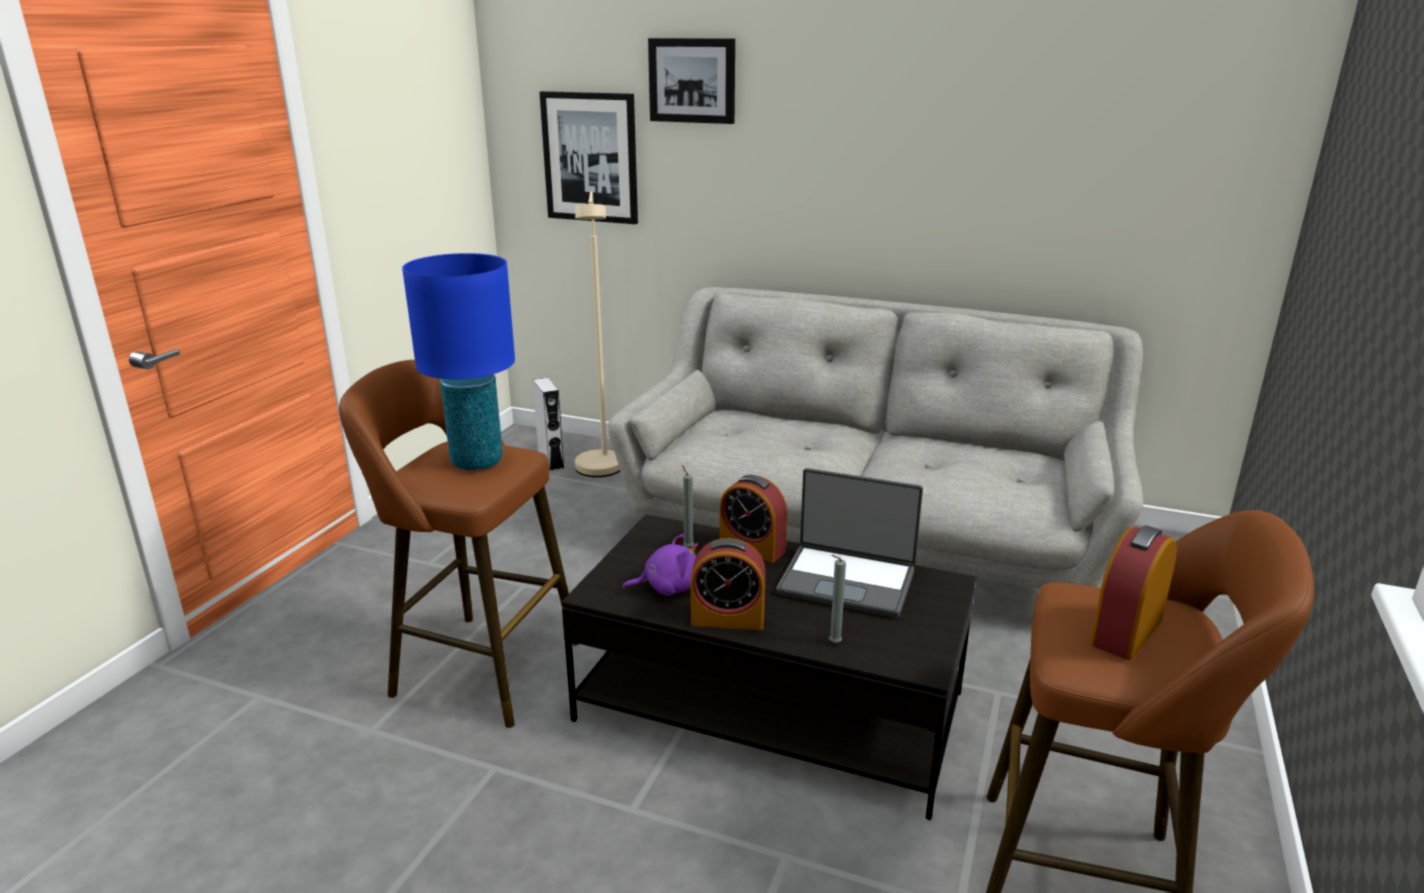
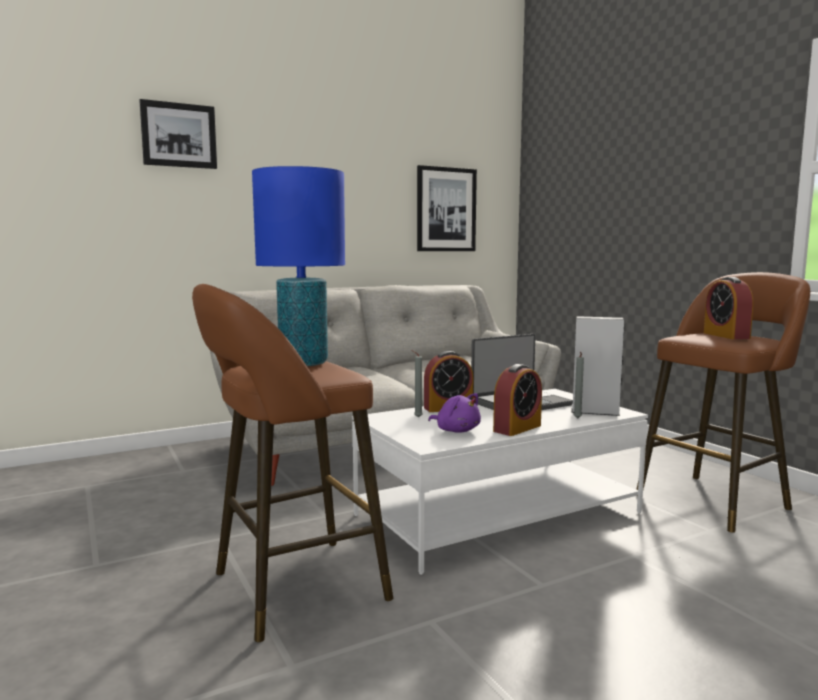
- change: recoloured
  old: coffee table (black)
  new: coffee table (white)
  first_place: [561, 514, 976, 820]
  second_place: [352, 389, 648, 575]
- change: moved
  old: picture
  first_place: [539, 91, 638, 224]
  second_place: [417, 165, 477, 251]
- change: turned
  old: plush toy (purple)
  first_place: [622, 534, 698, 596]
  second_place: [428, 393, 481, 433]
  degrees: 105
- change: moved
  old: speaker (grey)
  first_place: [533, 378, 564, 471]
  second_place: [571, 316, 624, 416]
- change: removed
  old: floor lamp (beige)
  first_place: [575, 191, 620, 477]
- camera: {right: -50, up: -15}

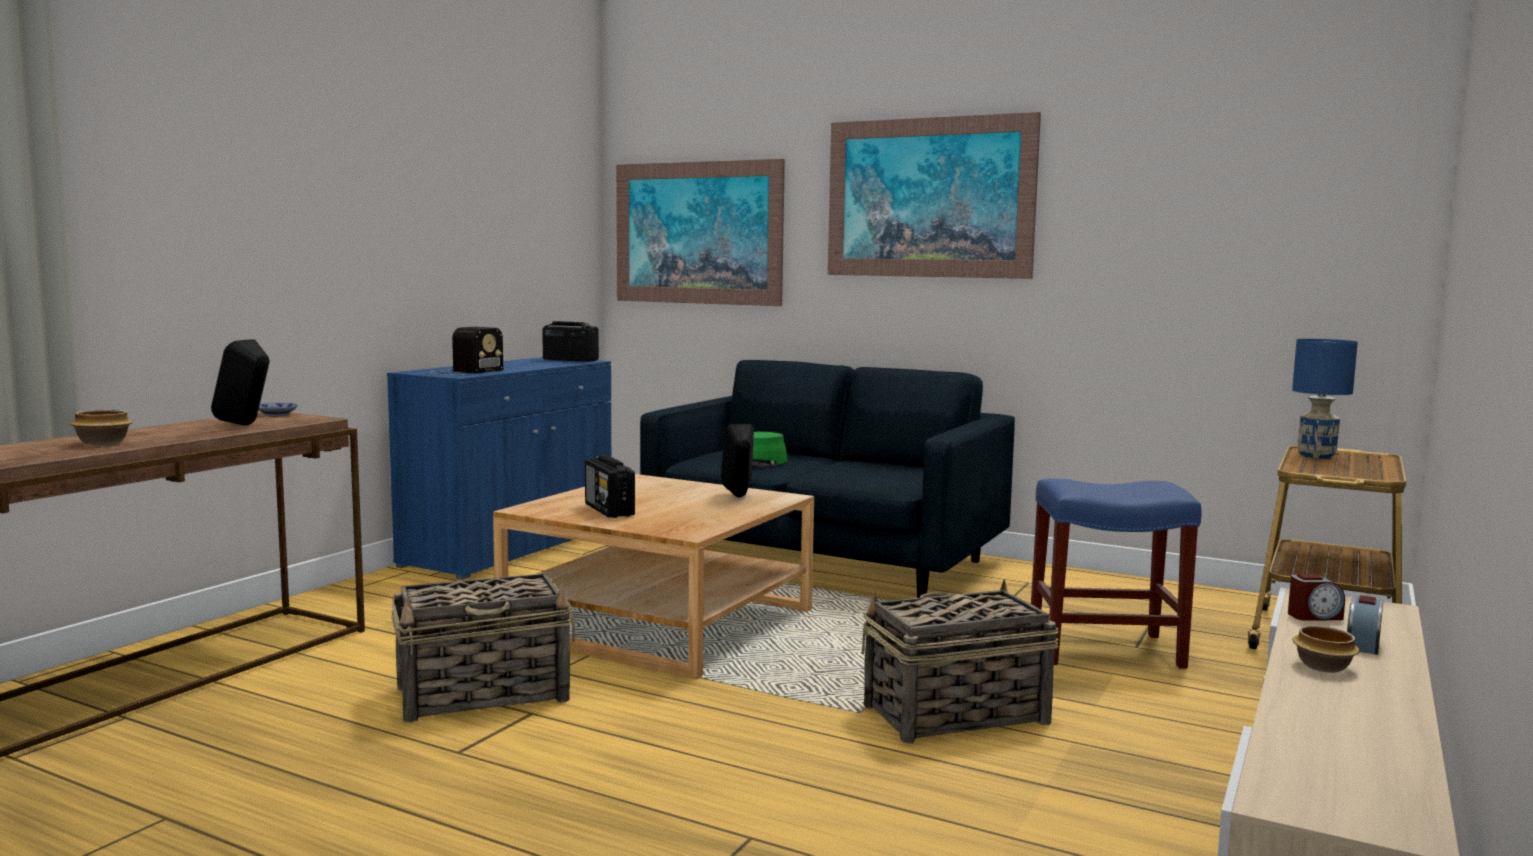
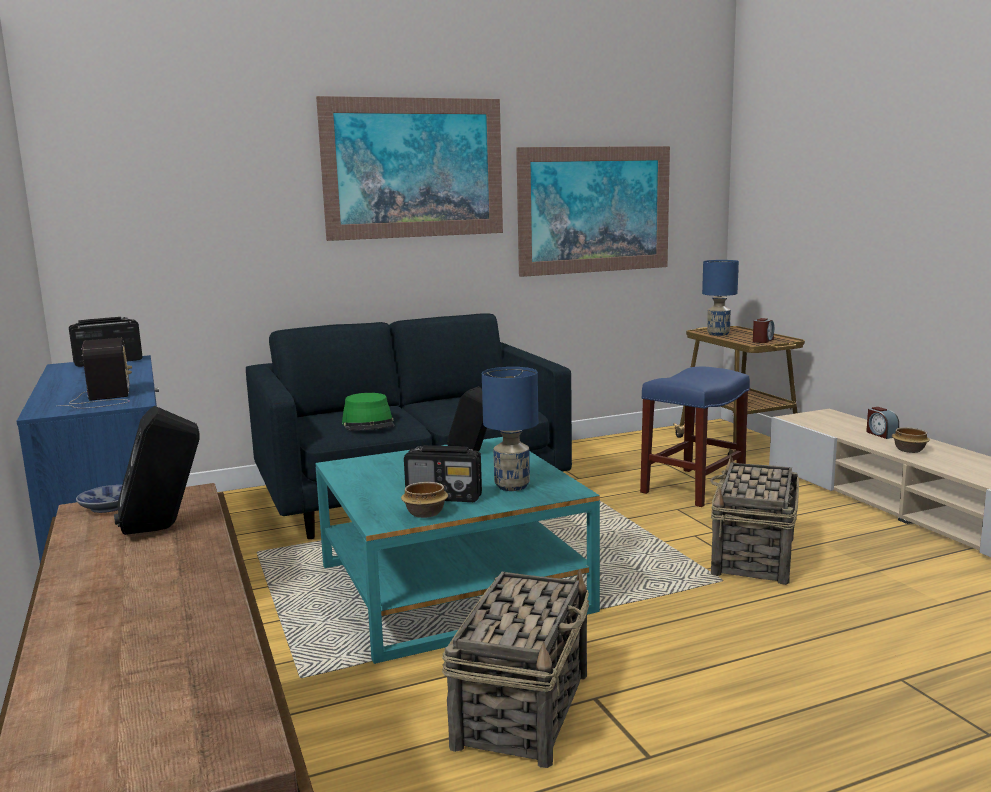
- change: recoloured
  old: coffee table (beige)
  new: coffee table (turquoise)
  first_place: [493, 474, 814, 680]
  second_place: [316, 437, 600, 664]
- change: moved
  old: bowl
  first_place: [70, 410, 133, 445]
  second_place: [401, 482, 448, 518]
- change: added
  new: table lamp (blue)
  second_place: [482, 367, 538, 491]
- change: moved
  old: picture
  first_place: [616, 159, 785, 306]
  second_place: [516, 146, 670, 277]
- change: moved
  old: alarm clock
  first_place: [1288, 574, 1345, 621]
  second_place: [753, 318, 774, 343]
- camera: {right: -50, up: 5}

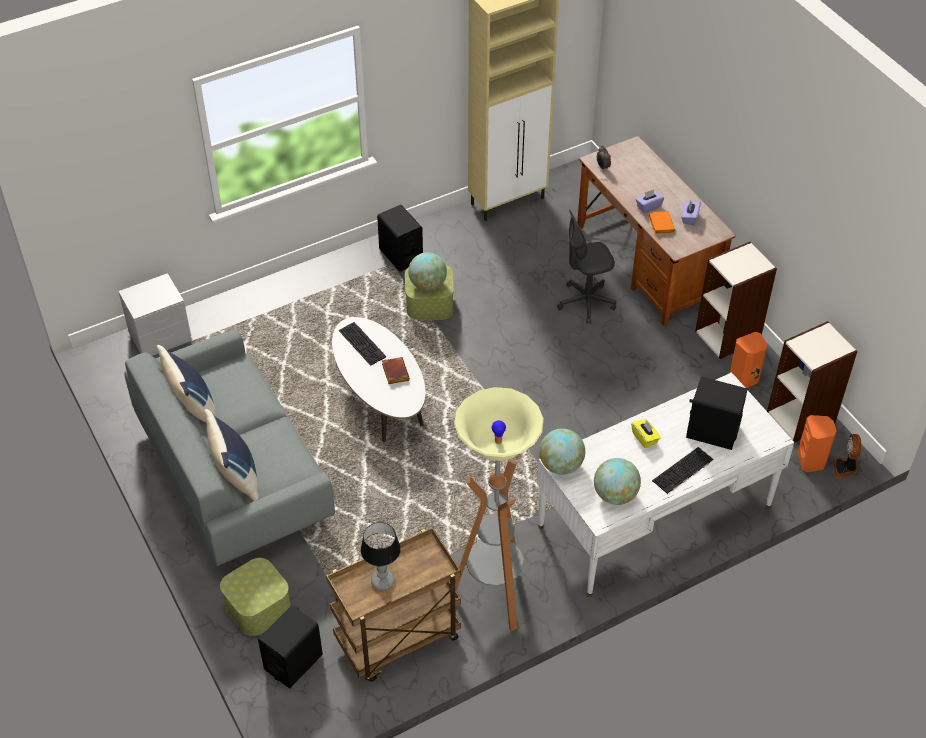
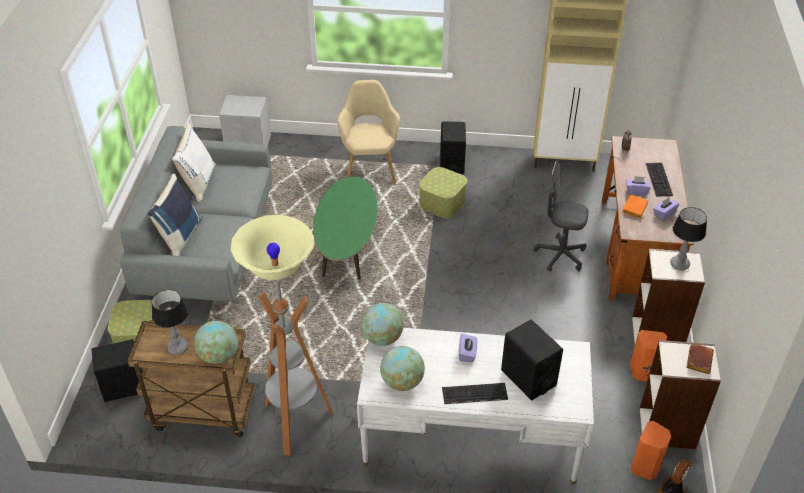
- change: recoloured
  old: pillow (blue)
  new: pillow (white)
  first_place: [157, 345, 216, 423]
  second_place: [172, 123, 216, 202]
- change: moved
  old: globe
  first_place: [408, 252, 447, 291]
  second_place: [194, 321, 238, 364]
- change: recoloured
  old: coffee table (white)
  new: coffee table (green)
  first_place: [332, 317, 426, 442]
  second_place: [313, 176, 378, 280]
- change: added
  new: armchair (beige)
  second_place: [337, 80, 400, 185]
- change: recoloured
  old: tissue box (yellow)
  new: tissue box (purple)
  first_place: [631, 419, 661, 448]
  second_place: [459, 334, 477, 362]
- change: moved
  old: keyboard
  first_place: [339, 322, 386, 366]
  second_place: [646, 163, 673, 197]
- change: added
  new: table lamp
  second_place: [670, 207, 707, 270]
- change: moved
  old: book (brown)
  first_place: [382, 357, 410, 384]
  second_place: [686, 343, 714, 374]
- camera: {right: 35, up: -5}

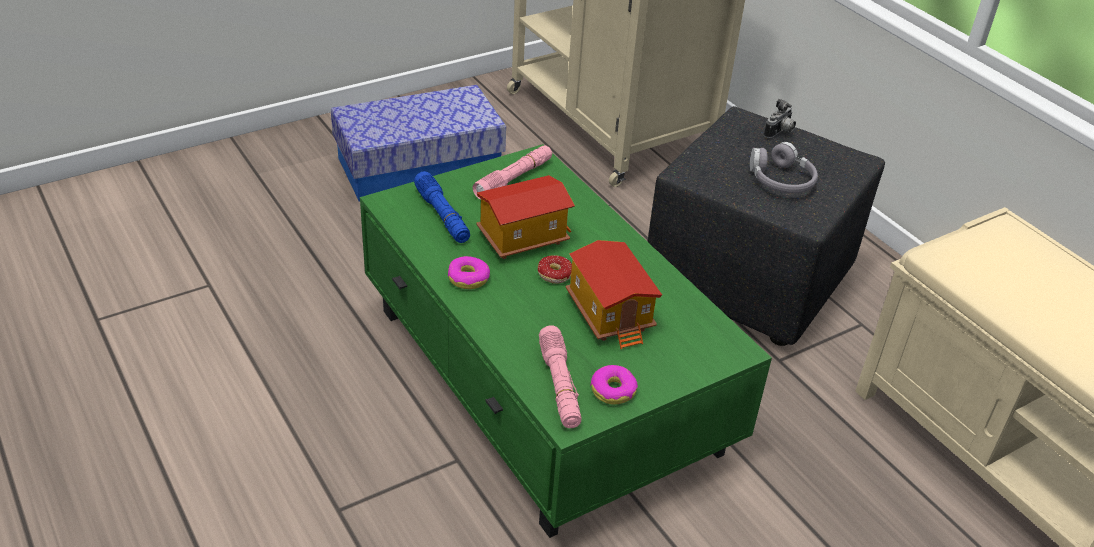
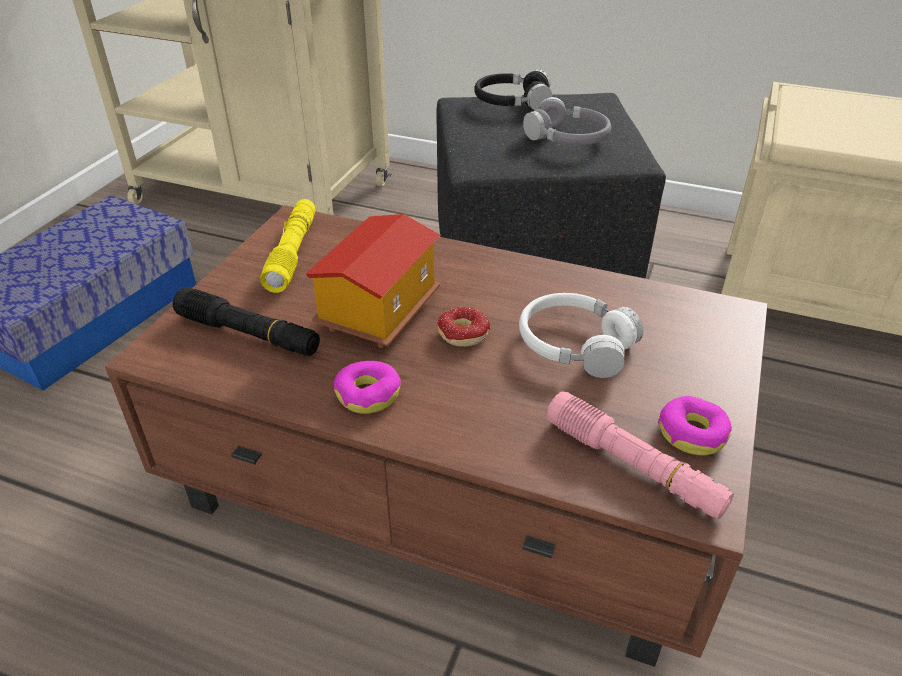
- change: recoloured
  old: coffee table (green)
  new: coffee table (brown)
  first_place: [360, 144, 772, 538]
  second_place: [105, 205, 767, 667]
- change: recoloured
  old: flashlight (blue)
  new: flashlight (black)
  first_place: [414, 171, 470, 243]
  second_place: [173, 287, 320, 356]
- change: recoloured
  old: flashlight (pink)
  new: flashlight (yellow)
  first_place: [473, 146, 552, 199]
  second_place: [260, 199, 316, 293]
- change: replaced
  old: photo camera
  new: headphones (black)
  first_place: [764, 99, 796, 138]
  second_place: [474, 69, 552, 110]
- change: replaced
  old: toy house
  new: headphones (white)
  first_place: [566, 240, 662, 349]
  second_place: [519, 293, 643, 378]
- camera: {right: -35, up: 0}

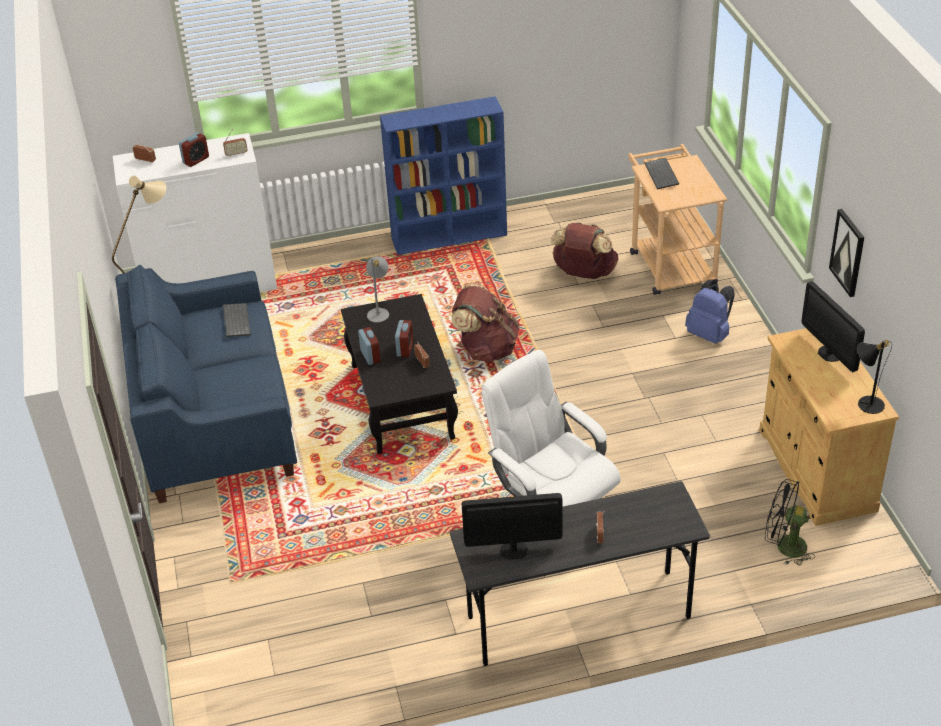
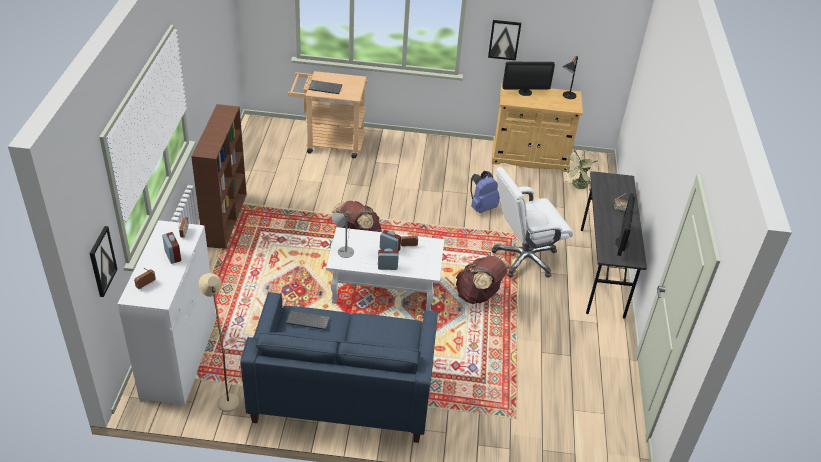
- change: added
  new: picture
  second_place: [89, 226, 118, 297]
- change: recoloured
  old: bookcase (blue)
  new: bookcase (brown)
  first_place: [380, 96, 507, 255]
  second_place: [191, 104, 247, 249]
- change: recoloured
  old: coffee table (black)
  new: coffee table (white)
  first_place: [341, 294, 458, 454]
  second_place: [326, 227, 444, 311]
- change: moved
  old: backpack (brown)
  first_place: [551, 222, 618, 279]
  second_place: [456, 256, 511, 304]
- change: moved
  old: backpack (blue)
  first_place: [685, 279, 735, 344]
  second_place: [470, 171, 500, 213]
- change: recoloured
  old: fan (black)
  new: fan (green)
  first_place: [765, 479, 815, 566]
  second_place: [563, 149, 599, 191]
- camera: {right: -75, up: 0}

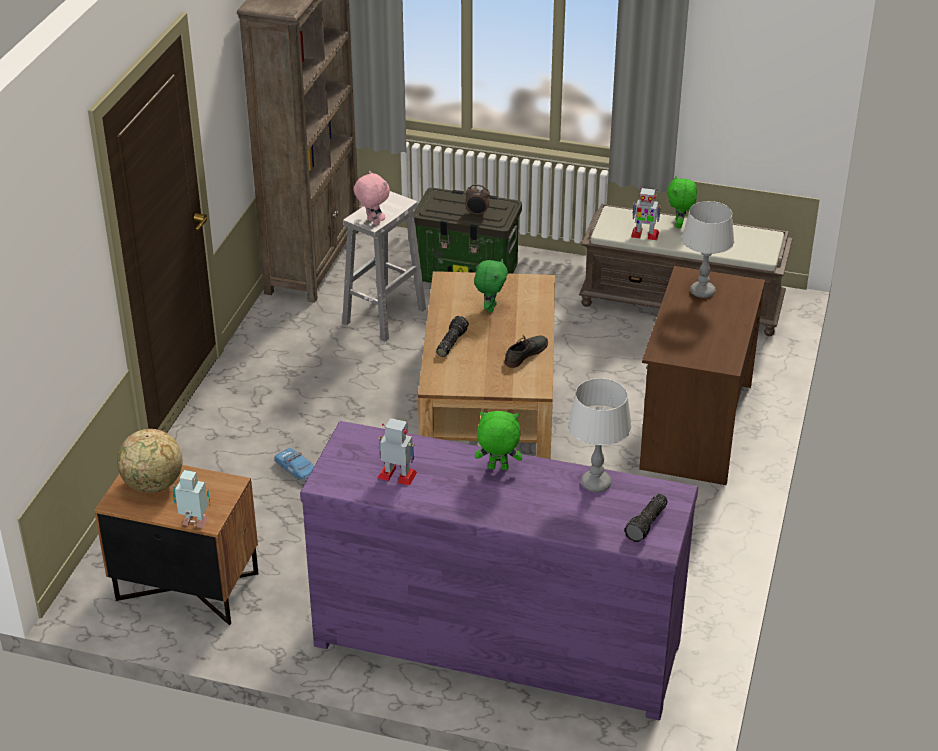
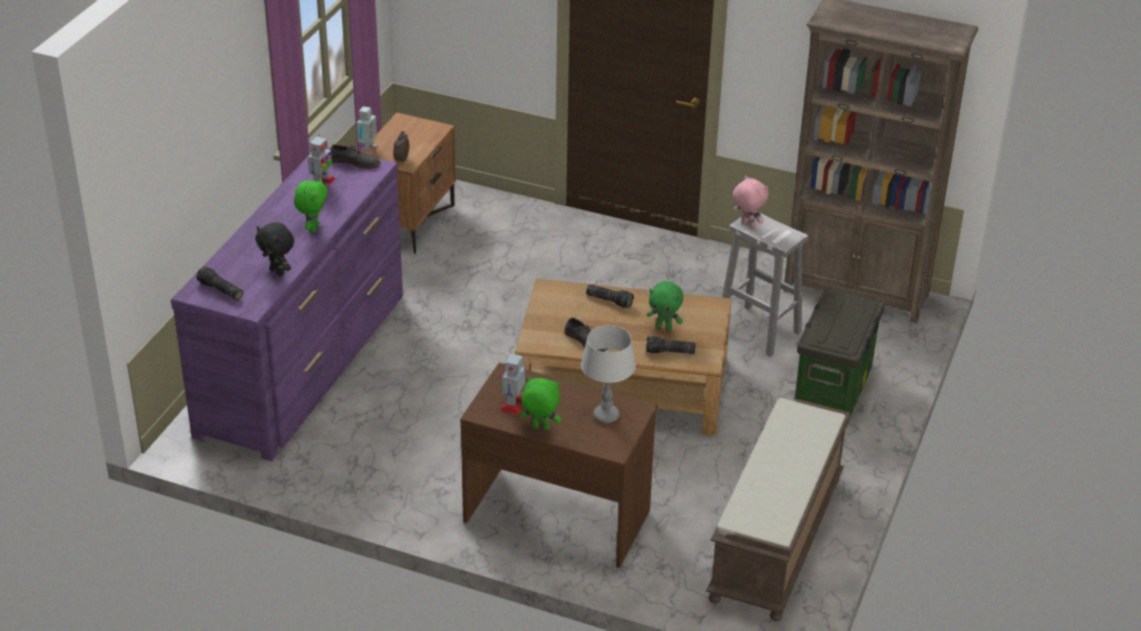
- change: replaced
  old: table lamp (grey)
  new: plush toy (black)
  first_place: [568, 378, 632, 492]
  second_place: [255, 222, 294, 276]
- change: added
  new: shoe (grey)
  second_place: [330, 144, 381, 169]
- change: moved
  old: alarm clock
  first_place: [465, 184, 490, 216]
  second_place: [393, 131, 409, 164]
- change: moved
  old: toy robot
  first_place: [631, 187, 661, 240]
  second_place: [500, 353, 525, 415]
- change: moved
  old: plush toy (green)
  first_place: [667, 176, 697, 228]
  second_place: [520, 377, 561, 430]
- change: added
  new: flashlight
  second_place: [646, 336, 696, 354]
- change: turned
  old: plush toy (pink)
  first_place: [354, 170, 390, 225]
  second_place: [733, 176, 768, 228]
  degrees: -105
- change: removed
  old: globe
  first_place: [117, 429, 183, 493]
- change: removed
  old: toy car
  first_place: [275, 448, 314, 482]
- camera: {right: 95, up: 0}

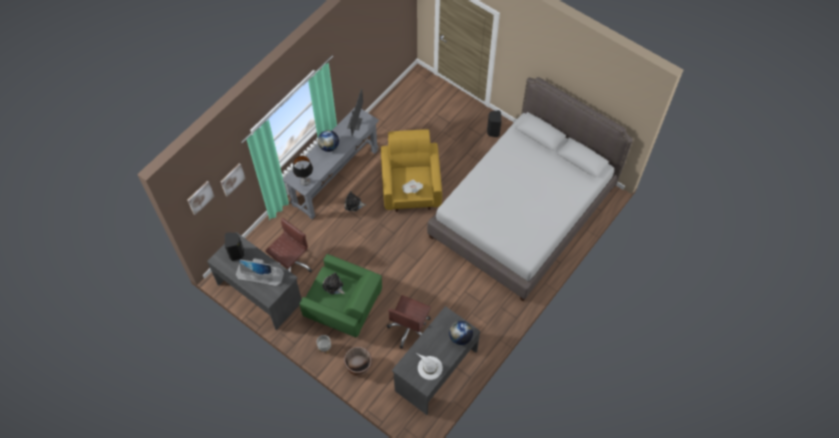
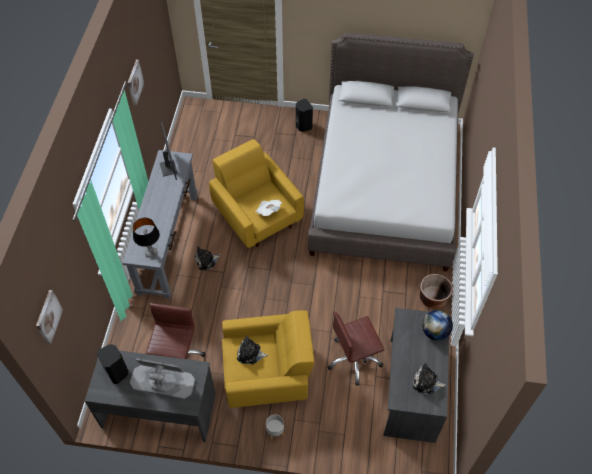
- change: moved
  old: picture
  first_place: [220, 163, 246, 196]
  second_place: [128, 60, 144, 106]
- change: turned
  old: monitor
  first_place: [236, 259, 284, 287]
  second_place: [130, 358, 195, 399]
  degrees: -150
- change: recoloured
  old: armchair (green)
  new: armchair (yellow)
  first_place: [300, 254, 382, 338]
  second_place: [222, 310, 314, 408]
- change: turned
  old: office chair (brown)
  first_place: [387, 295, 431, 349]
  second_place: [328, 312, 384, 386]
  degrees: 75
- change: replaced
  old: hat (white)
  new: plush toy
  first_place: [416, 353, 443, 380]
  second_place: [413, 363, 446, 394]
- change: moved
  old: planter (brown)
  first_place: [344, 347, 372, 376]
  second_place: [420, 274, 453, 308]
- change: removed
  old: globe
  first_place: [318, 130, 339, 152]
- camera: {right: -30, up: -5}

